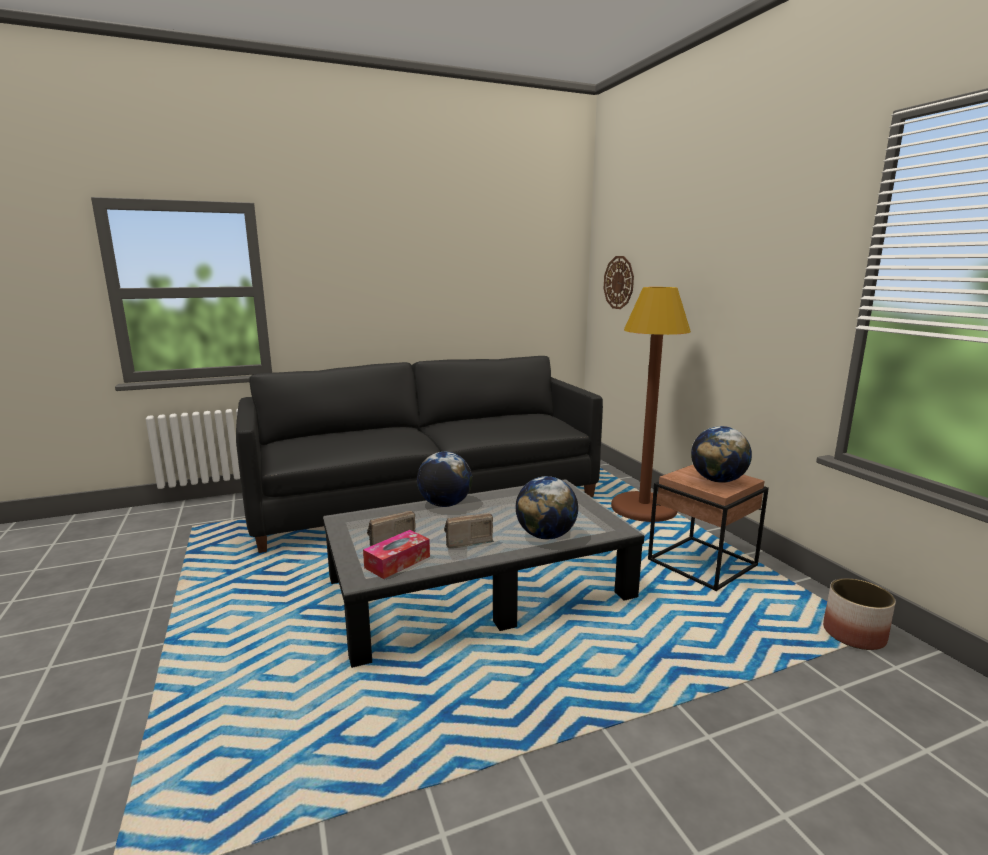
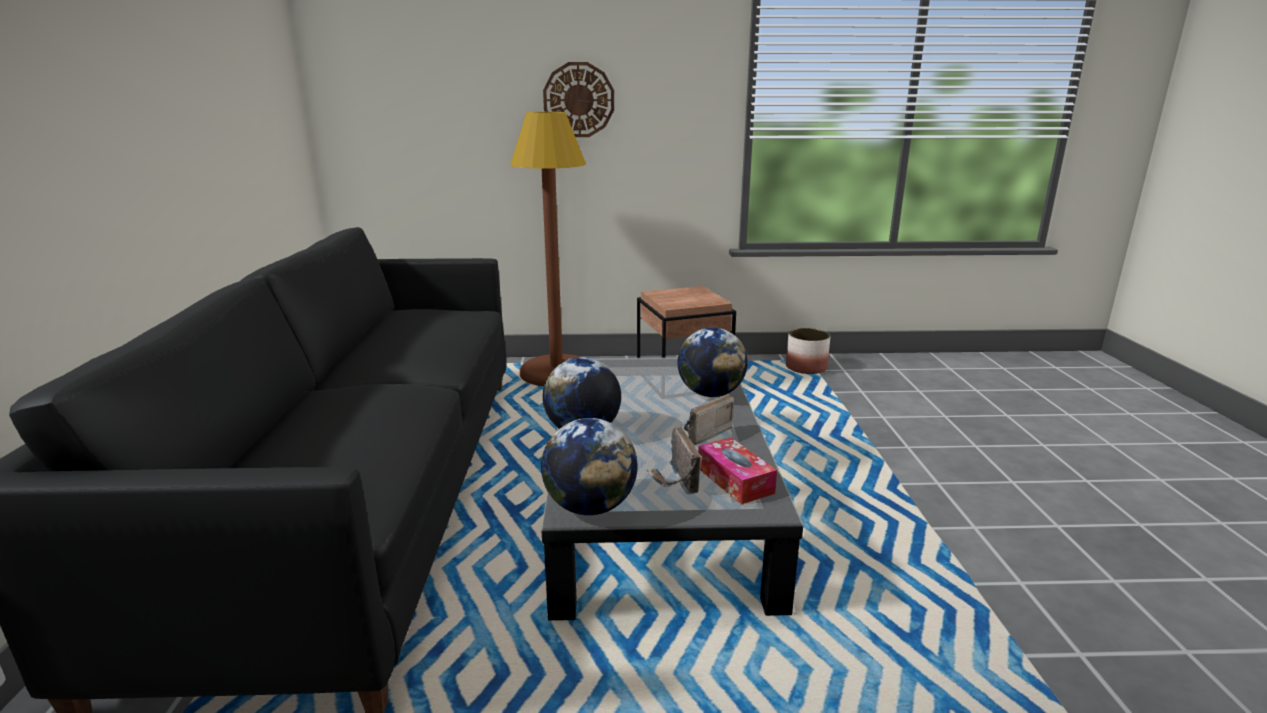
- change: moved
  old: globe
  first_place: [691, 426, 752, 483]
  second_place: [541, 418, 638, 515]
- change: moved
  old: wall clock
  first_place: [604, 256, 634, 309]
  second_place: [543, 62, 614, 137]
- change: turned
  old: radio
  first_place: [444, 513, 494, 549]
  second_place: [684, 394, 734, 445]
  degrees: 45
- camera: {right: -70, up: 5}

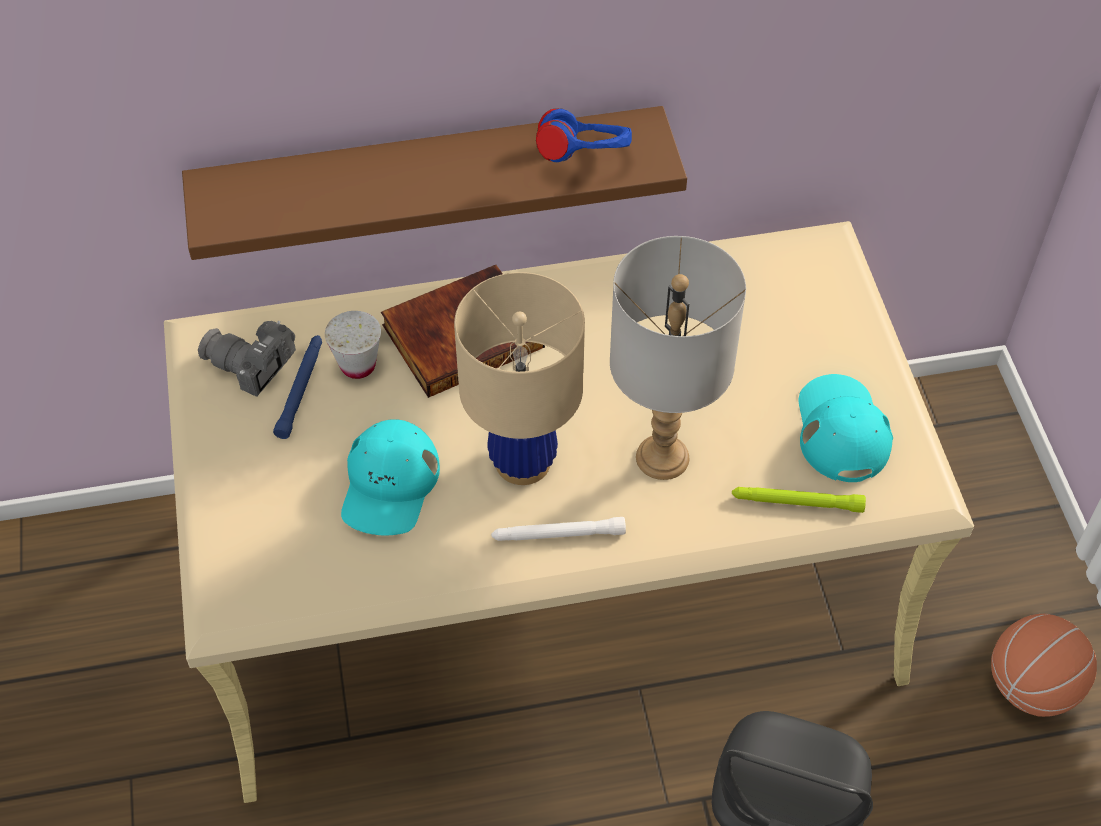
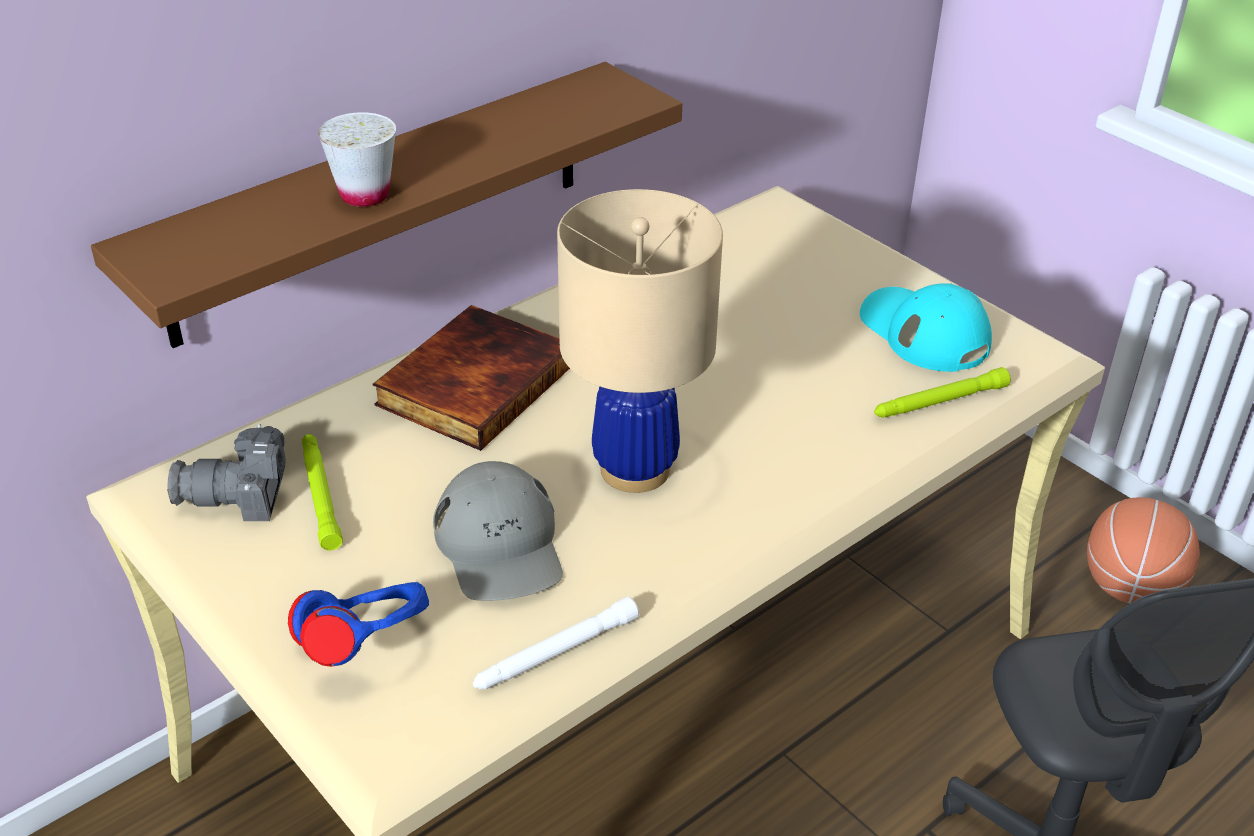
- change: moved
  old: headphones (blue)
  first_place: [536, 108, 632, 163]
  second_place: [288, 582, 429, 667]
- change: recoloured
  old: flashlight (blue)
  new: flashlight (green)
  first_place: [273, 335, 322, 439]
  second_place: [302, 434, 343, 551]
- change: moved
  old: cup (white)
  first_place: [325, 311, 381, 379]
  second_place: [318, 112, 396, 207]
- change: recoloured
  old: cap (turquoise)
  new: cap (grey)
  first_place: [341, 419, 440, 535]
  second_place: [433, 461, 563, 601]
- change: moved
  old: flashlight (white)
  first_place: [491, 517, 626, 541]
  second_place: [473, 597, 639, 689]
- change: removed
  old: table lamp (grey)
  first_place: [610, 236, 746, 480]
- camera: {right: -30, up: -15}

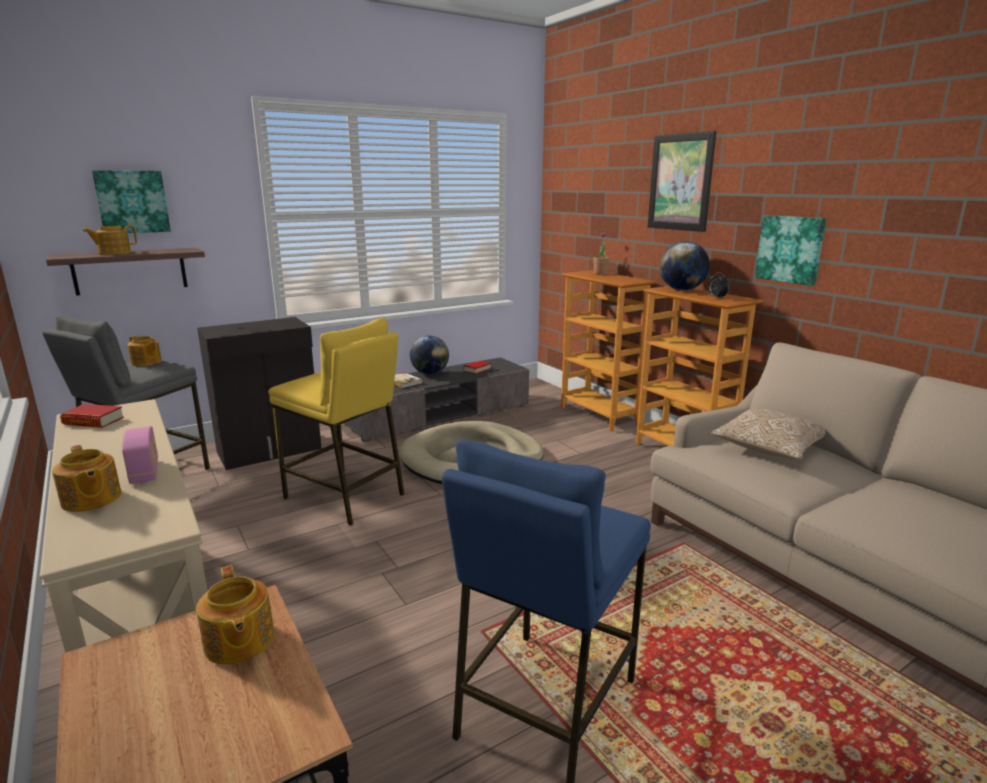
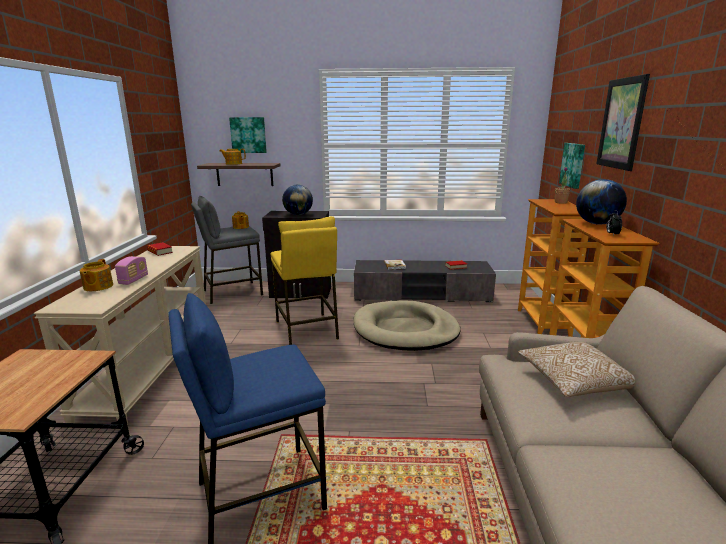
- change: moved
  old: globe
  first_place: [410, 335, 449, 375]
  second_place: [282, 185, 313, 215]
- change: moved
  old: picture
  first_place: [755, 215, 826, 286]
  second_place: [559, 143, 585, 189]
- change: removed
  old: teapot
  first_place: [196, 565, 274, 665]
- camera: {right: 35, up: 0}

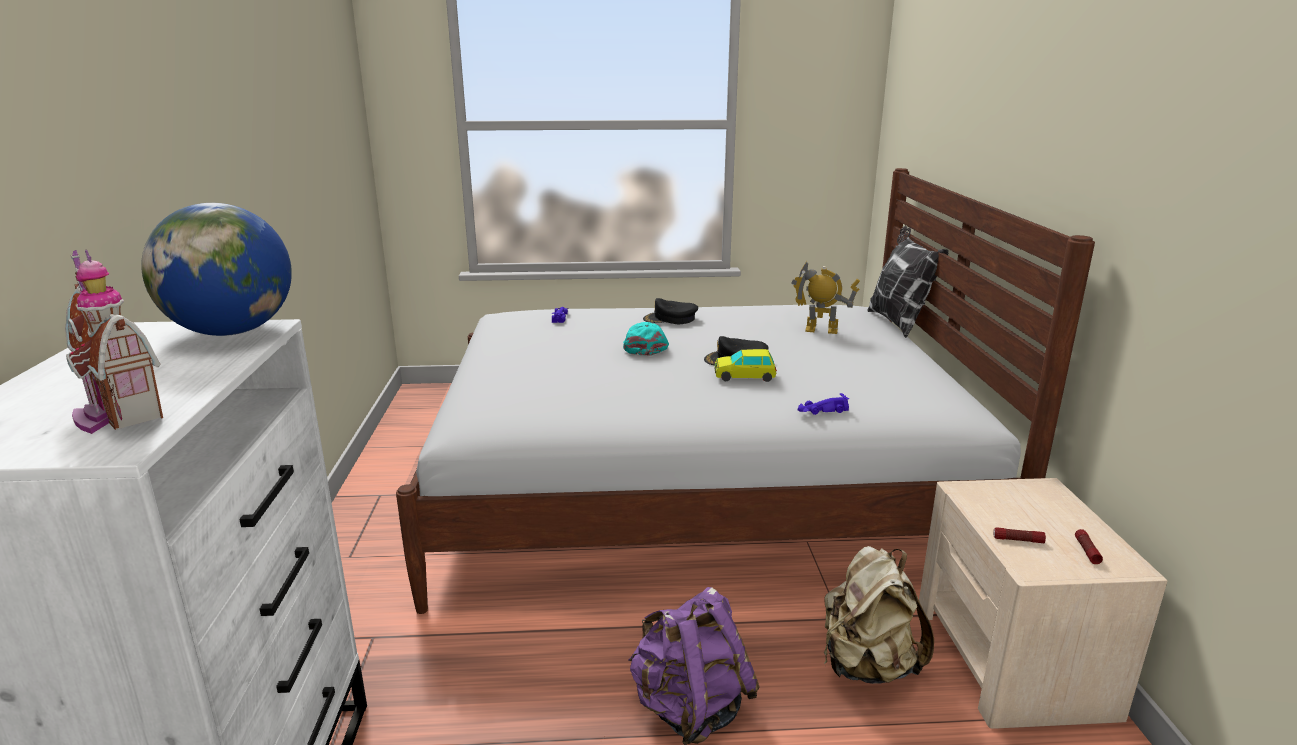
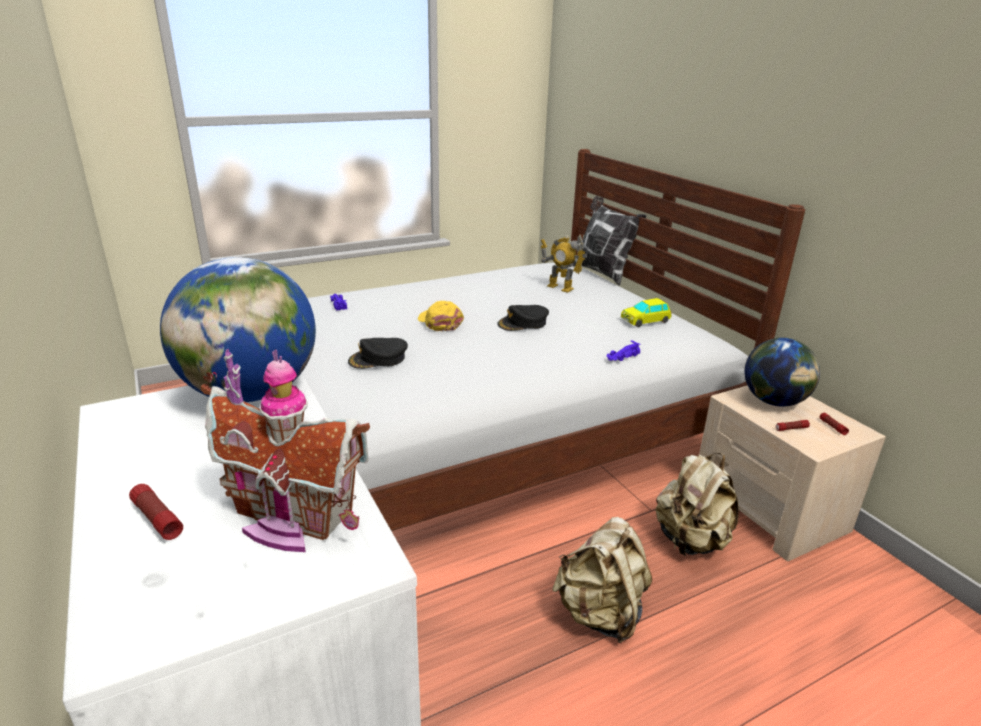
- change: added
  new: flashlight
  second_place: [129, 484, 183, 540]
- change: moved
  old: cap (black)
  first_place: [643, 298, 698, 324]
  second_place: [348, 338, 408, 369]
- change: recoloured
  old: cap (turquoise)
  new: cap (yellow)
  first_place: [623, 322, 669, 356]
  second_place: [418, 301, 464, 331]
- change: turned
  old: toy robot
  first_place: [791, 261, 860, 334]
  second_place: [541, 234, 587, 293]
  degrees: -135
- change: recoloured
  old: backpack (purple)
  new: backpack (beige)
  first_place: [628, 587, 760, 745]
  second_place: [552, 517, 652, 643]
- change: moved
  old: toy car
  first_place: [715, 349, 777, 382]
  second_place: [621, 298, 672, 327]
- change: added
  new: globe
  second_place: [745, 338, 820, 406]
- camera: {right: -25, up: 5}

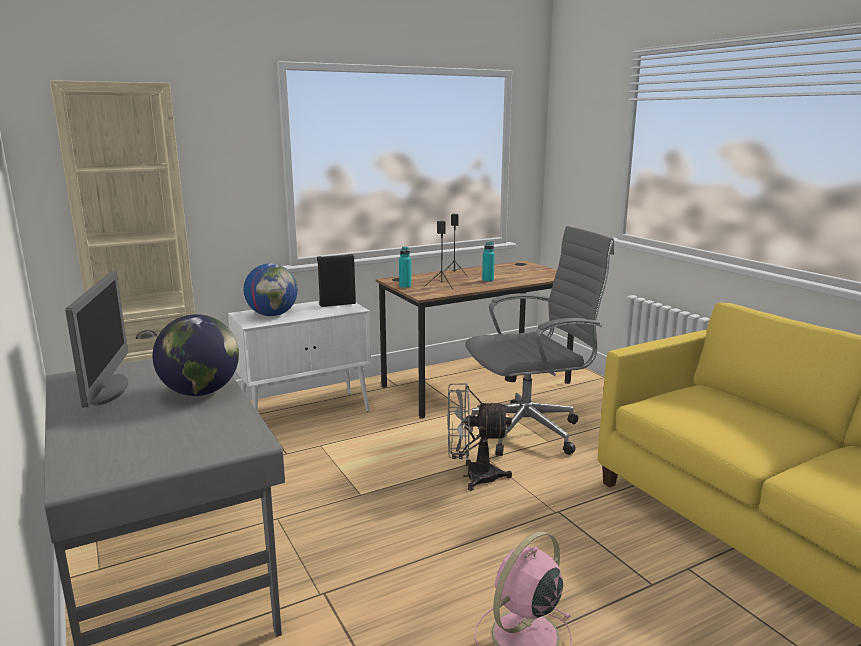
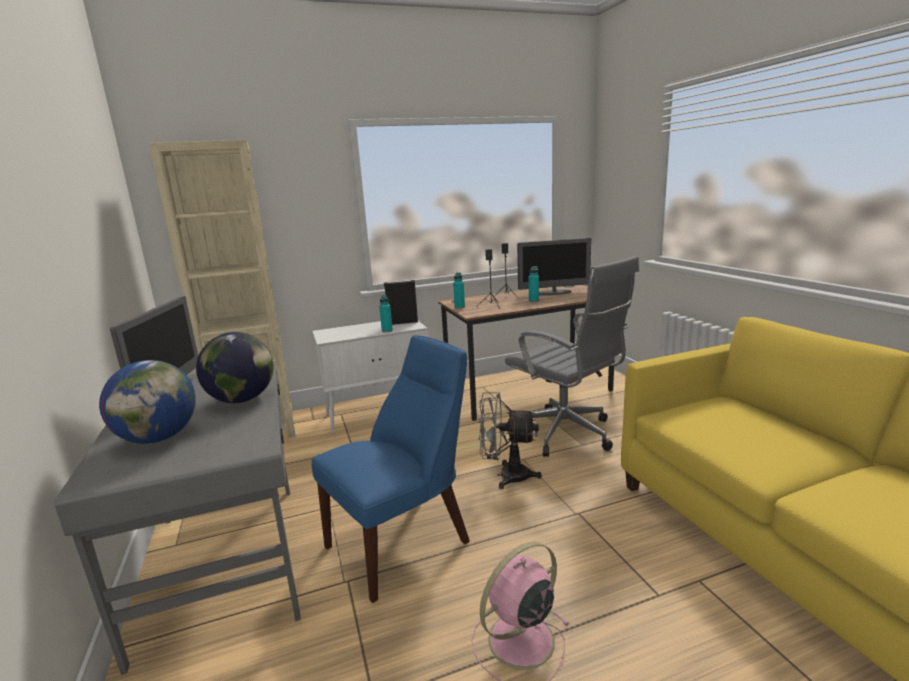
- change: moved
  old: globe
  first_place: [244, 263, 298, 316]
  second_place: [99, 360, 195, 444]
- change: added
  new: chair (blue)
  second_place: [311, 335, 470, 603]
- change: added
  new: bottle (turquoise)
  second_place: [379, 295, 393, 333]
- change: turned
  old: office chair (grey)
  first_place: [465, 226, 614, 456]
  second_place: [505, 256, 639, 457]
  degrees: 60
- change: added
  new: monitor
  second_place: [517, 238, 591, 295]
- camera: {right: 10, up: 0}

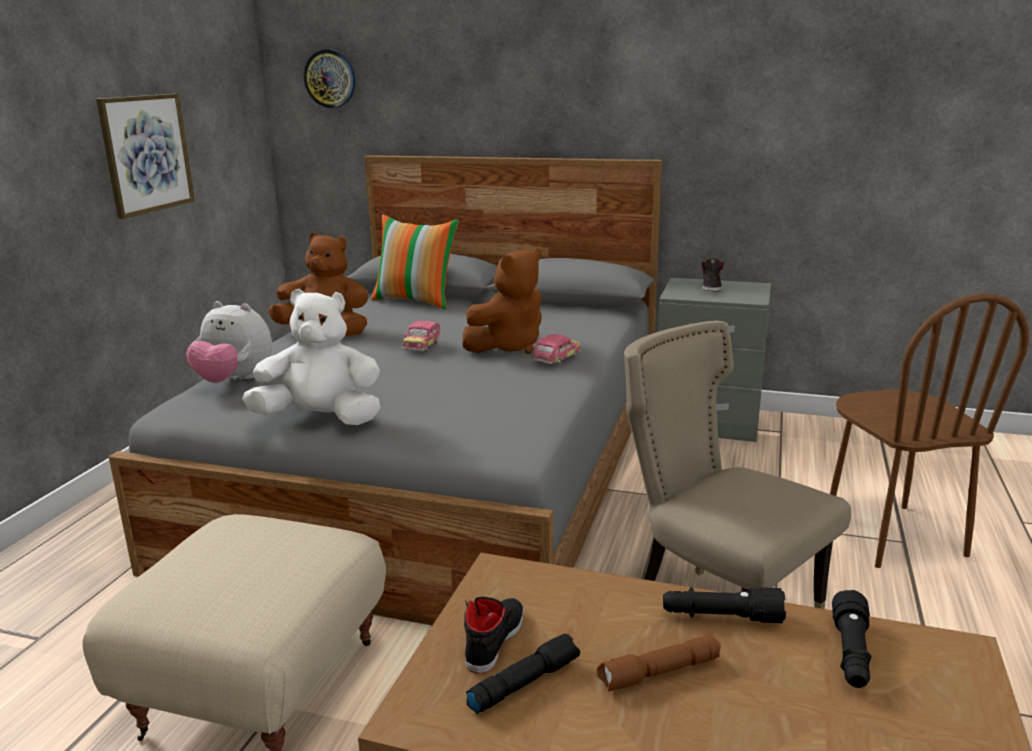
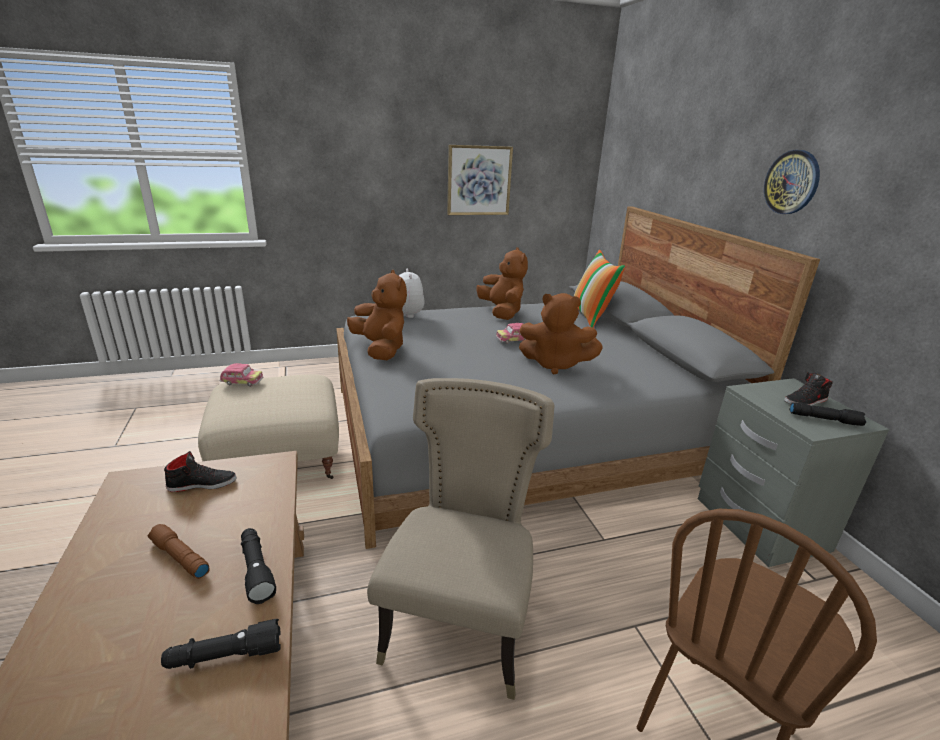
- change: moved
  old: toy car
  first_place: [533, 334, 581, 365]
  second_place: [219, 363, 263, 387]
- change: recoloured
  old: plush toy (white)
  new: plush toy (brown)
  first_place: [242, 289, 380, 425]
  second_place: [347, 270, 407, 360]
- change: moved
  old: wall clock
  first_place: [304, 49, 355, 108]
  second_place: [764, 150, 820, 214]
- change: moved
  old: flashlight (black)
  first_place: [466, 634, 580, 714]
  second_place: [789, 402, 866, 426]
- camera: {right: 55, up: 5}

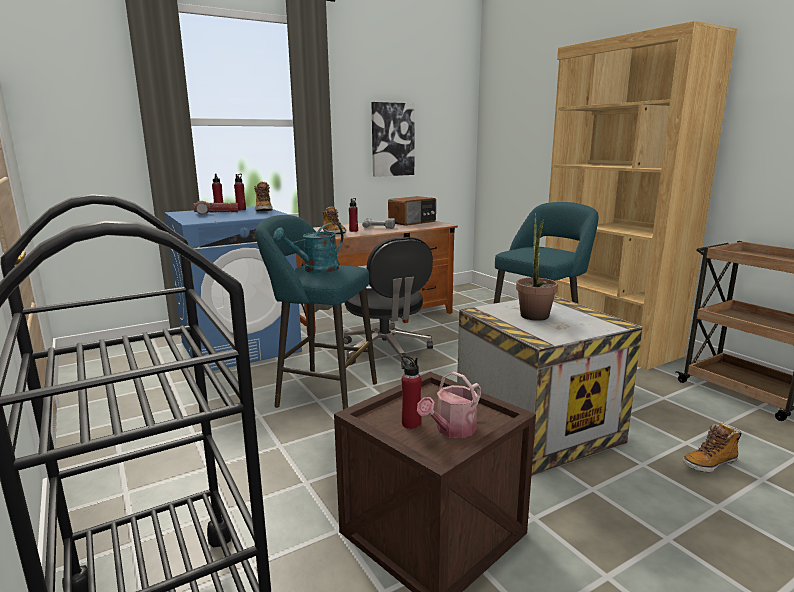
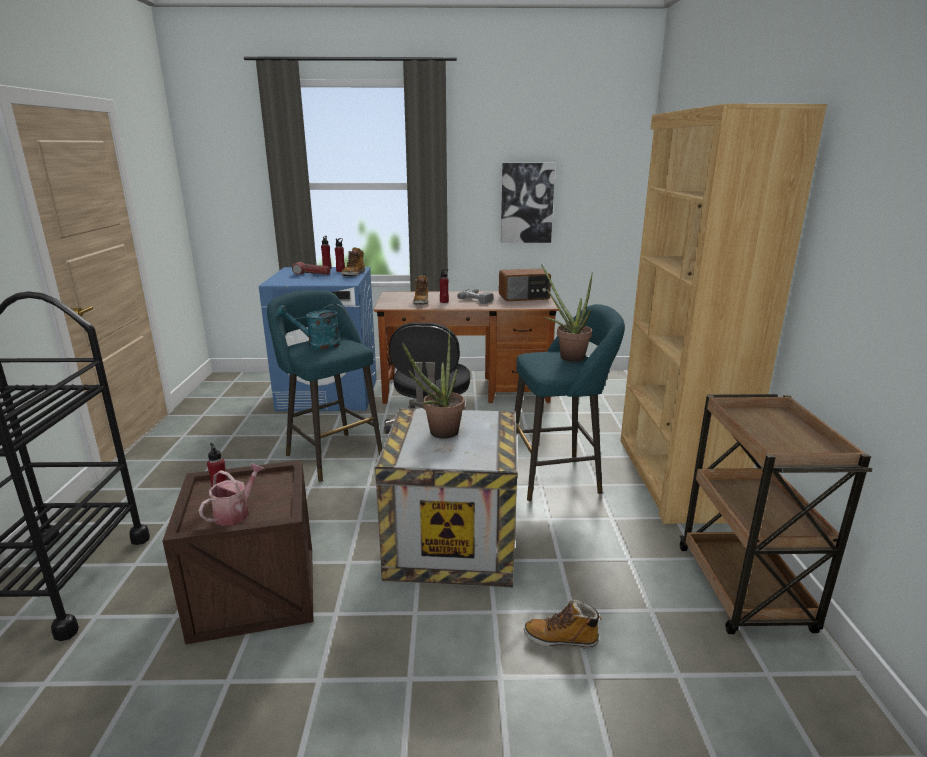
- change: turned
  old: watering can
  first_place: [417, 371, 481, 438]
  second_place: [199, 463, 265, 526]
  degrees: 135
- change: added
  new: potted plant
  second_place: [541, 264, 593, 362]
- camera: {right: 30, up: 5}

